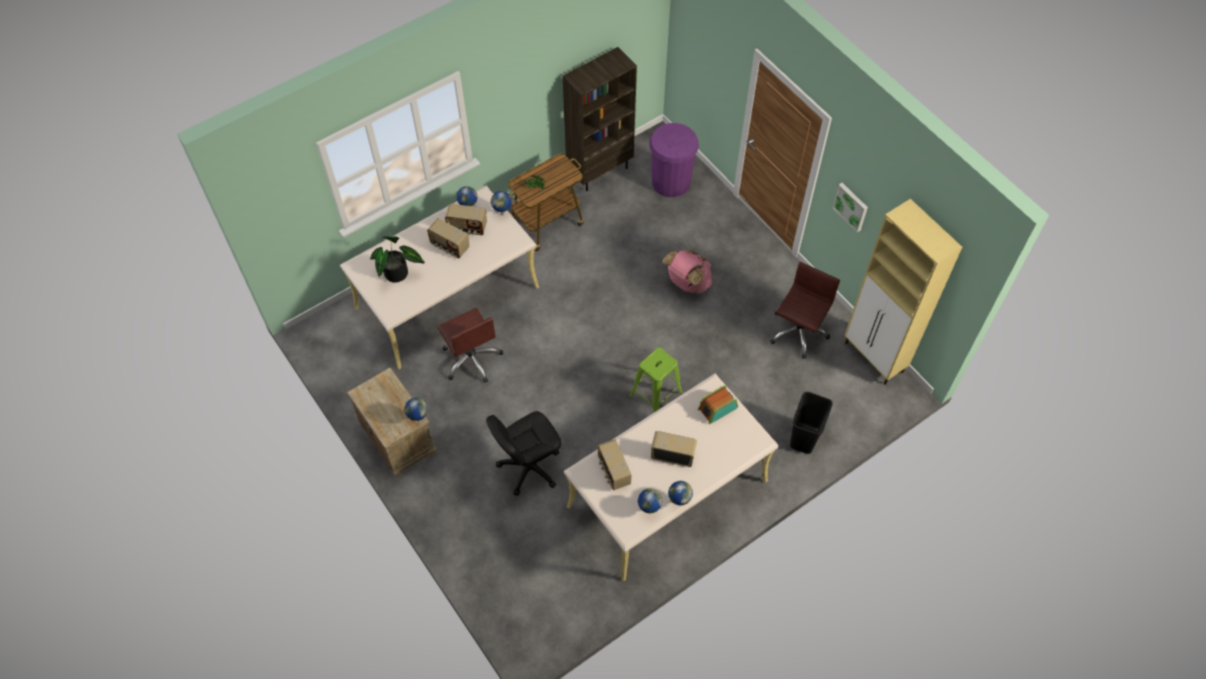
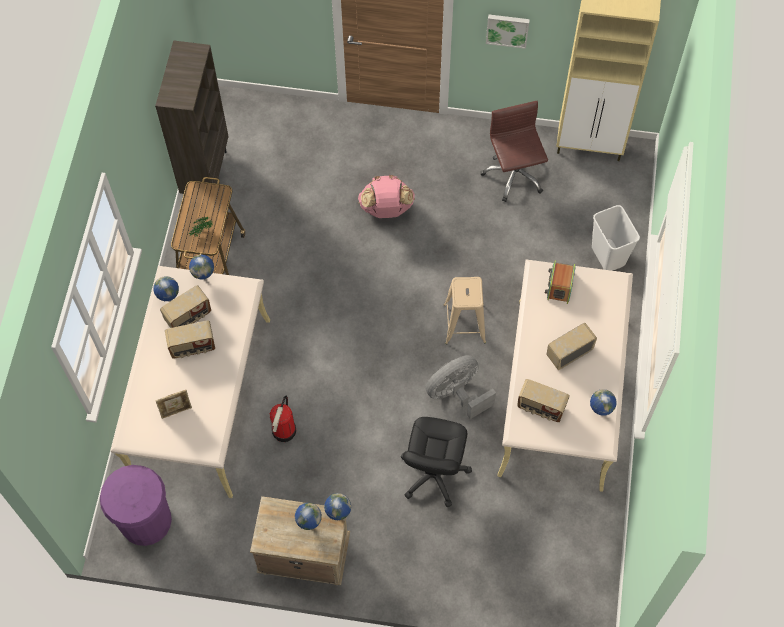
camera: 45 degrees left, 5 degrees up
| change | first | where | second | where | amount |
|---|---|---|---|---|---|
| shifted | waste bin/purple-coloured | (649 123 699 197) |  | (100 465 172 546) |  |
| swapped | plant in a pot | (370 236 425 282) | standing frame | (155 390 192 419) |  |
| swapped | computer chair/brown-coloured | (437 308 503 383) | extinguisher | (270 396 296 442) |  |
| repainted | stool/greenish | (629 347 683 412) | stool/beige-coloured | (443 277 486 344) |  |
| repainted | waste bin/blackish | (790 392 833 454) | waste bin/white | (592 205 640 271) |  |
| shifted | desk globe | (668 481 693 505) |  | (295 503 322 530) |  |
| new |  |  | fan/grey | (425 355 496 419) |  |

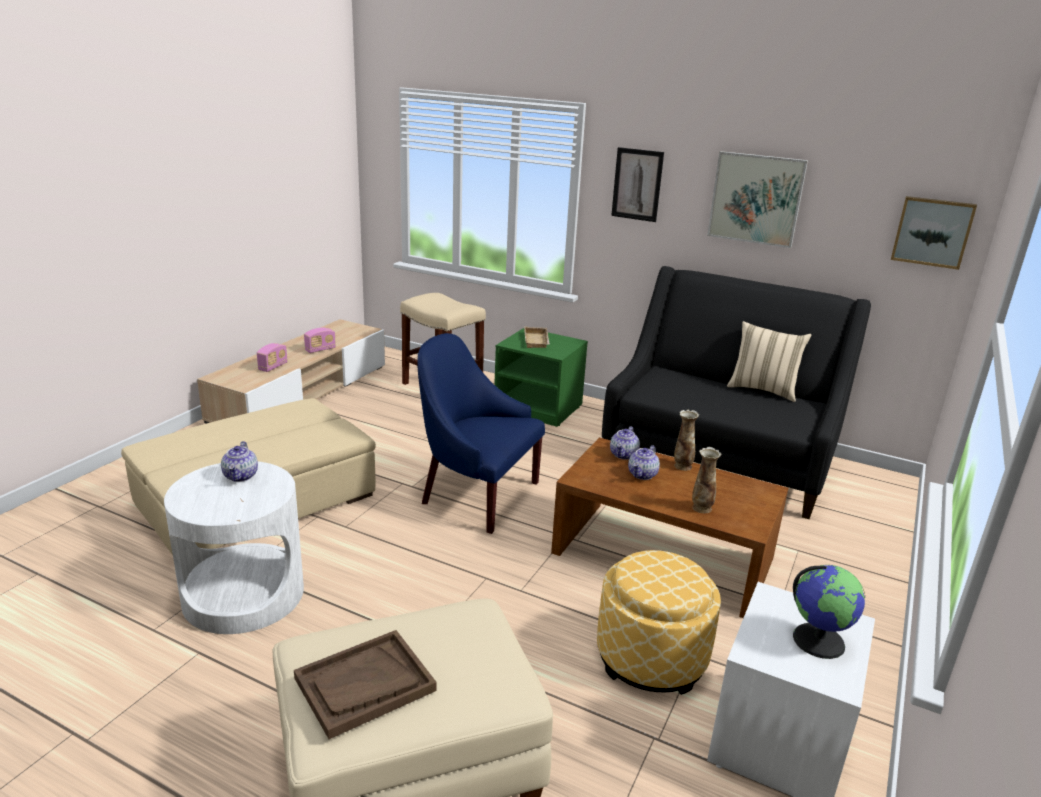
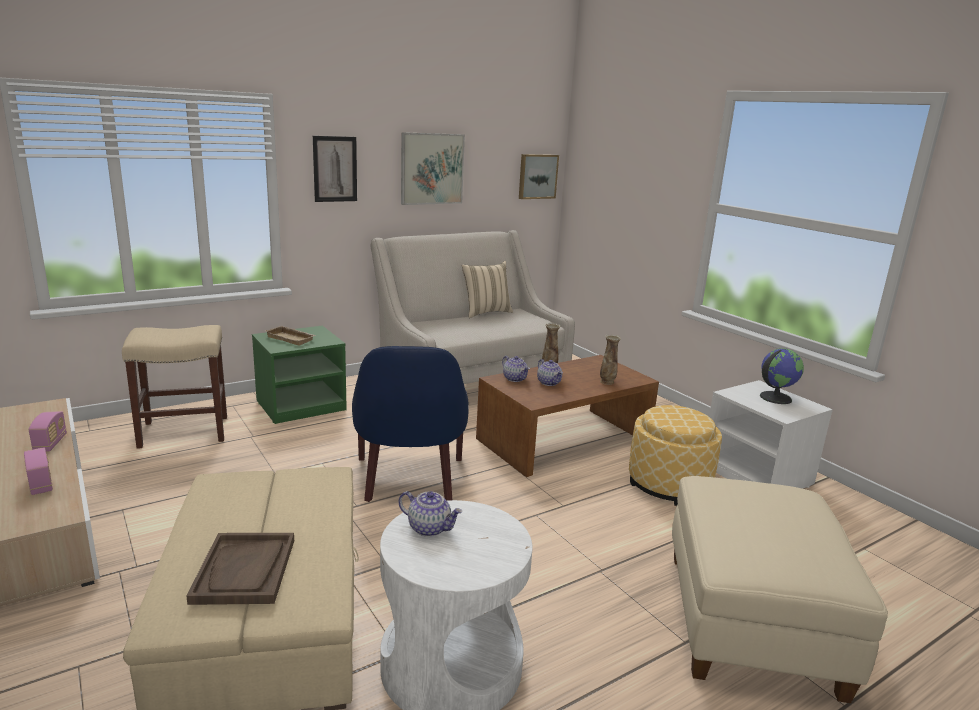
camera: 60 degrees left, 5 degrees down
| change | first | where | second | where | amount |
|---|---|---|---|---|---|
| repainted | settee/blackish | (602 266 871 519) | settee/beige-coloured | (371 230 575 384) |  |
| rotated | armchair/bluish | (418 333 545 534) |  | (352 346 469 502) | 60 degrees counterclockwise |
| shifted | serving tray/brown-coloured | (294 630 437 739) |  | (186 533 294 605) |  |

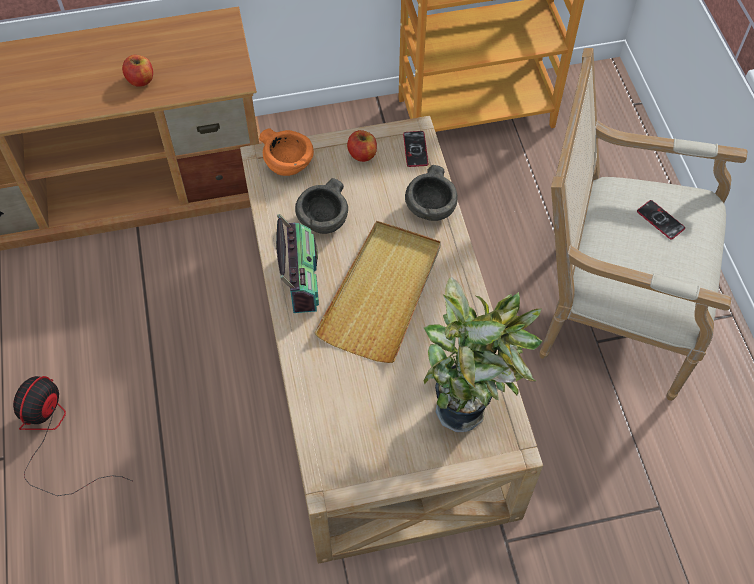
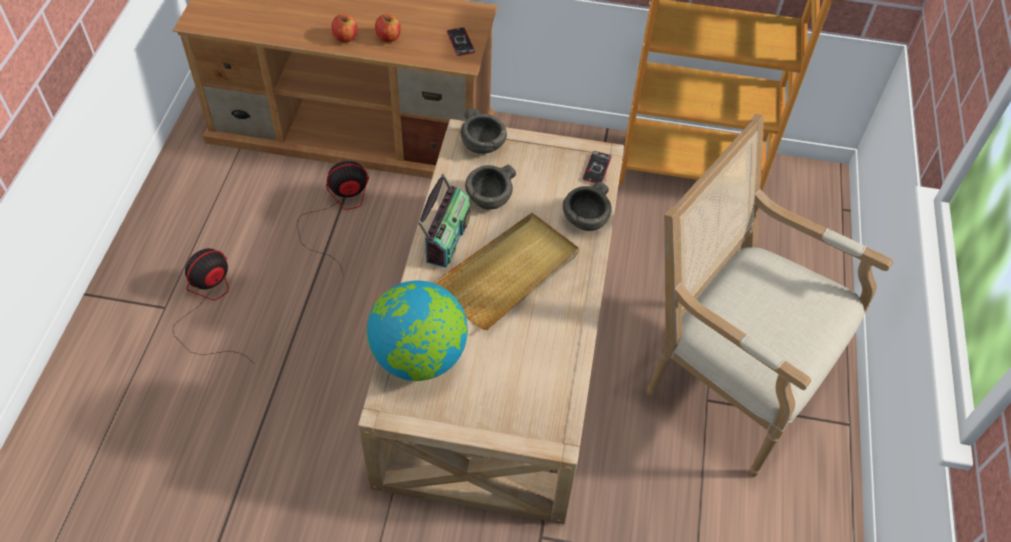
camera: 20 degrees right, 5 degrees down
| change | first | where | second | where | amount |
|---|---|---|---|---|---|
| repainted | bowl/orange | (259 128 314 176) | bowl/grey | (460 108 507 154) |  |
| shifted | apple | (347 130 377 162) |  | (332 14 357 43) |  |
| shifted | phone | (637 200 685 239) |  | (447 27 475 56) |  |
| gone | plant in a pot | (424 277 543 432) |  |  |  |
| new |  |  | fan | (297 161 369 276) |  |
| new |  |  | desk globe | (367 280 468 381) |  |

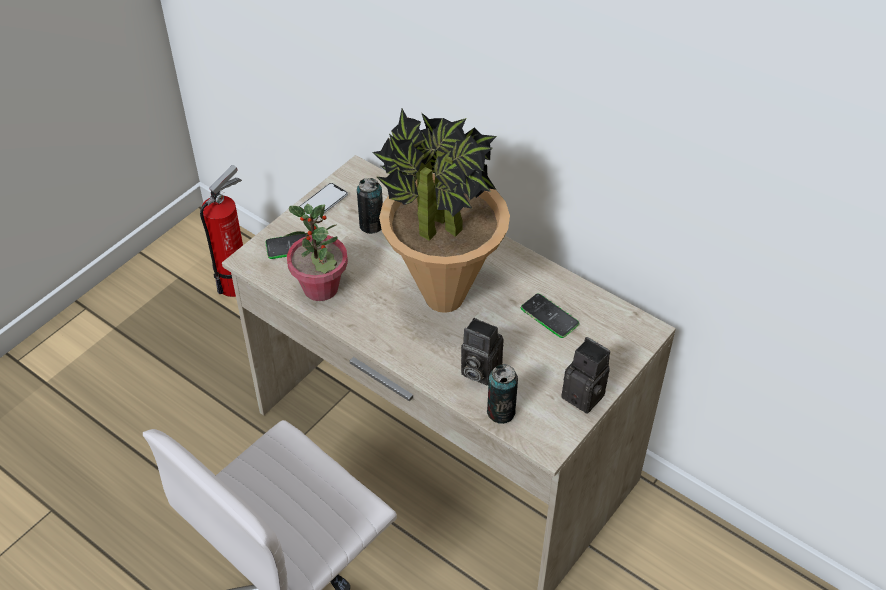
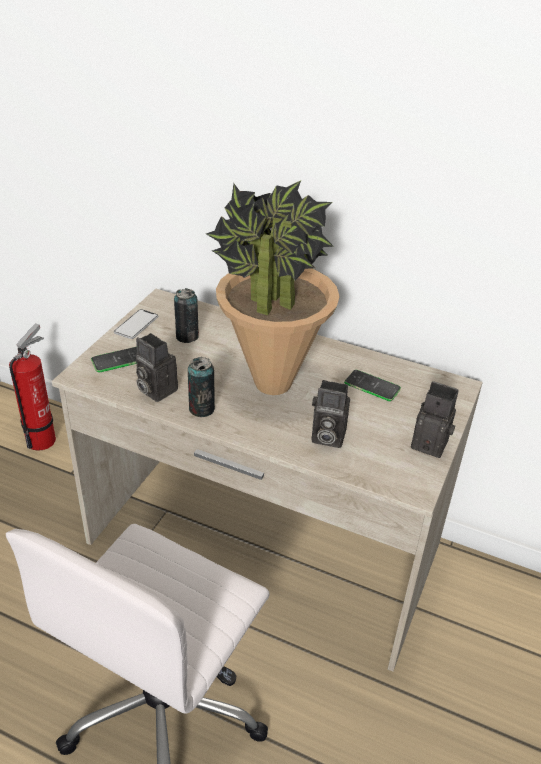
camera: 15 degrees left, 10 degrees down
| change | first | where | second | where | amount |
|---|---|---|---|---|---|
| swapped | plant in a pot | (285 204 348 301) | photo camera | (136 333 178 402) |  |
| shifted | metal can | (487 364 518 424) |  | (188 357 215 417) |  |

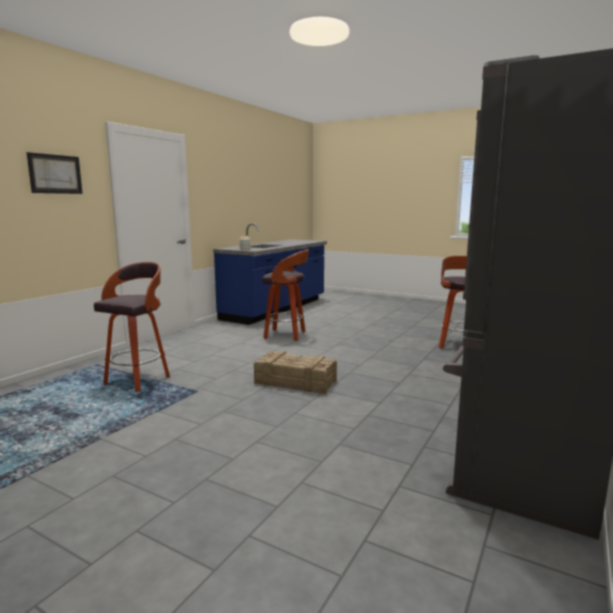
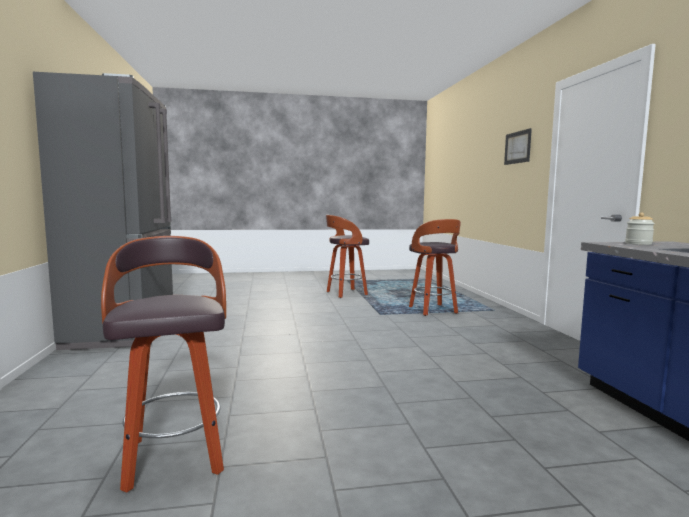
camera: 140 degrees right, 5 degrees down
| change | first | where | second | where | amount |
|---|---|---|---|---|---|
| shifted | stool | (262 249 309 341) |  | (326 215 369 298) |  |
| gone | crate | (254 351 337 395) |  |  |  |

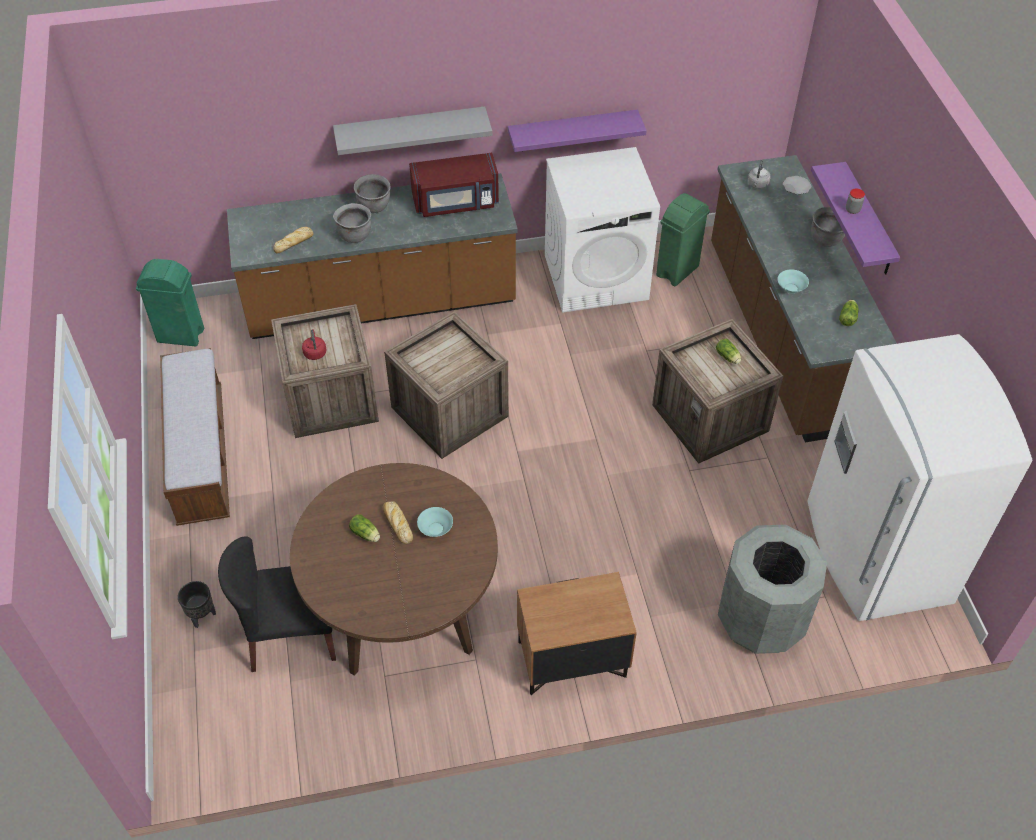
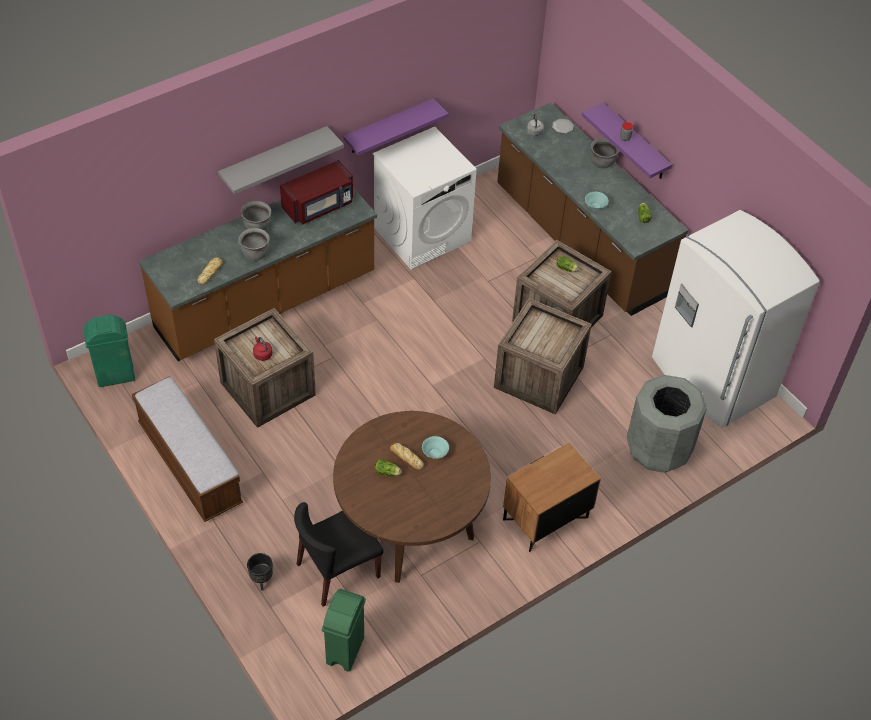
camera: 25 degrees left, 0 degrees up
| change | first | where | second | where | amount |
|---|---|---|---|---|---|
| shifted | waste bin/greenish | (656 193 710 286) |  | (322 589 366 672) |  |
| shifted | crate | (384 312 509 459) |  | (494 298 592 415) |  |

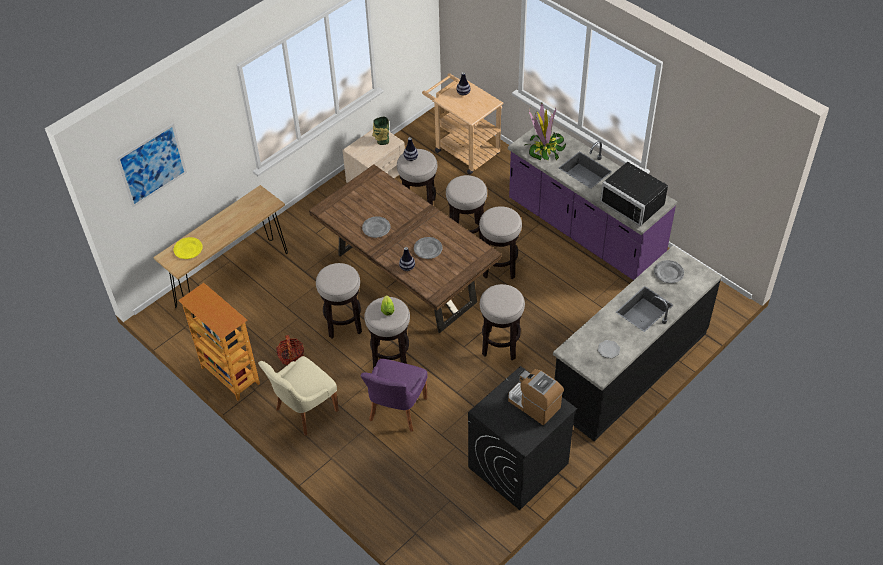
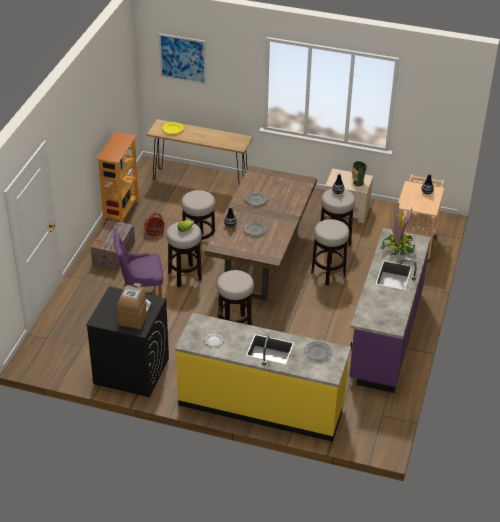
camera: 60 degrees right, 10 degrees down
| change | first | where | second | where | amount |
|---|---|---|---|---|---|
| gone | microwave oven/blackish | (600 161 668 226) |  |  |  |
| gone | stool | (479 206 522 279) |  |  |  |
| repainted | counter/blackish | (553 246 722 441) | counter/yellow-coloured | (175 313 351 442) |  |
| swapped | chair/beige-coloured | (258 356 339 435) | crate | (91 220 135 270) |  |

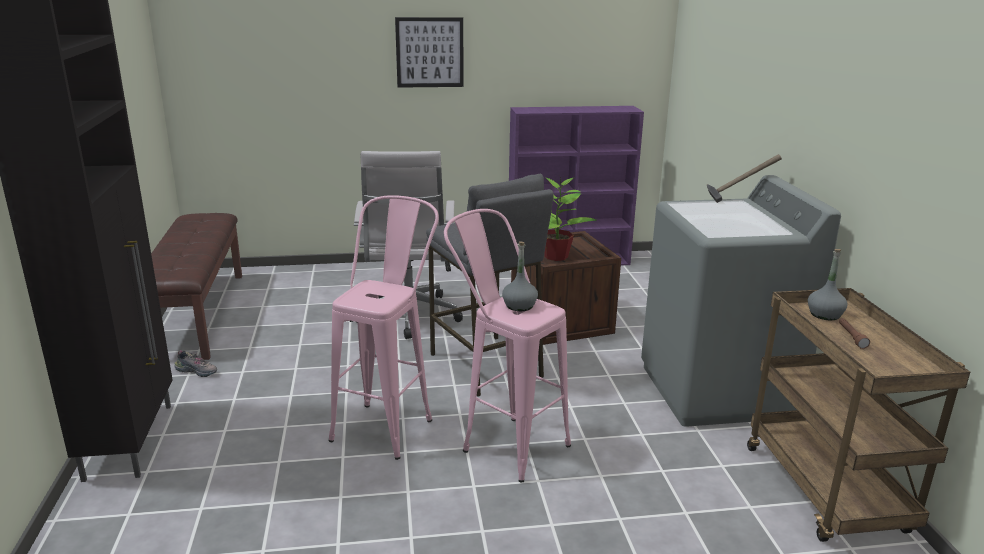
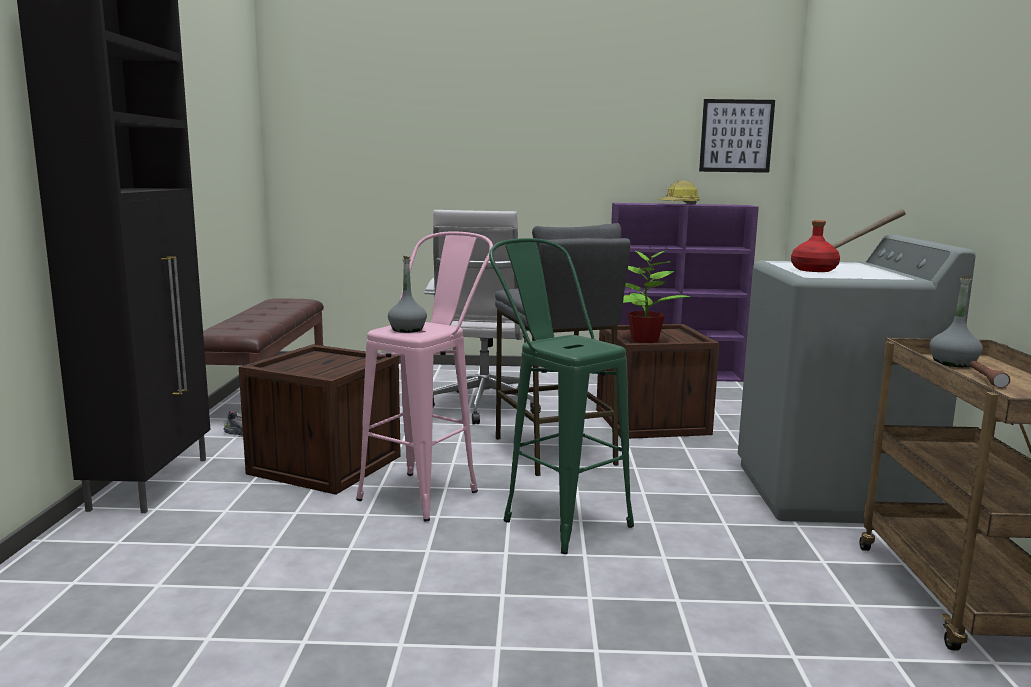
camera: 10 degrees right, 10 degrees down
| change | first | where | second | where | amount |
|---|---|---|---|---|---|
| shifted | wall picture | (395 17 463 88) |  | (699 99 775 173) |  |
| repainted | stool/pink | (444 209 571 482) | stool/greenish | (489 238 634 554) |  |
| shifted | drink bottle/grey | (502 241 538 311) |  | (388 256 427 333) |  |
| new |  |  | safety helmet | (658 181 700 204) |  |
| new |  |  | drink bottle/reddish | (791 220 840 272) |  |
| new |  |  | crate | (239 345 401 495) |  |

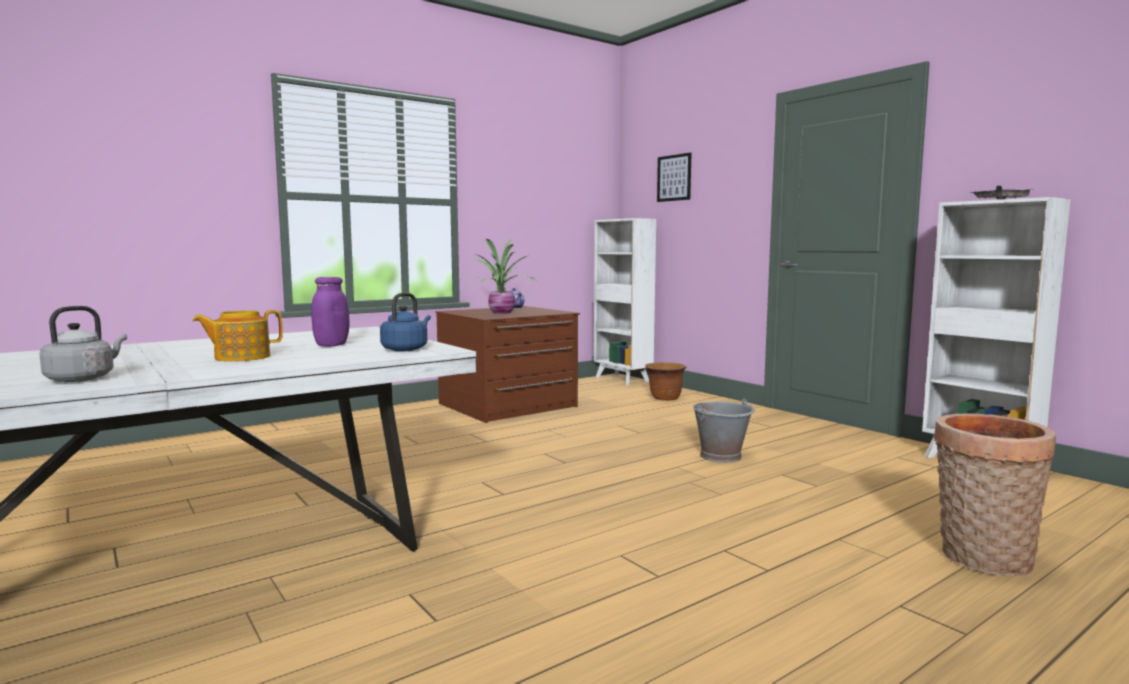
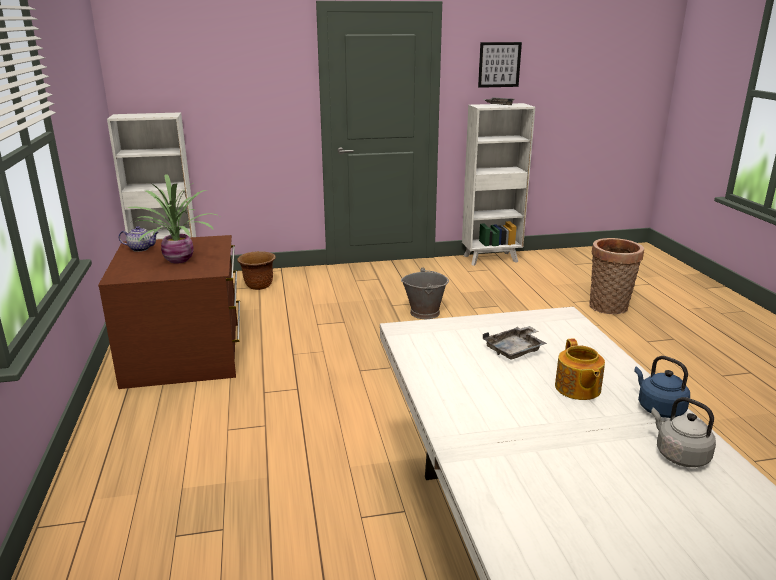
camera: 65 degrees left, 15 degrees up
| change | first | where | second | where | amount |
|---|---|---|---|---|---|
| shifted | wall picture | (657 153 691 202) |  | (478 42 522 88) |  |
| swapped | jar/purple-coloured | (311 277 350 346) | serving tray/grey | (483 326 547 359) |  |
| shifted | tea kettle/bluish | (380 293 431 351) |  | (634 356 690 418) |  |

